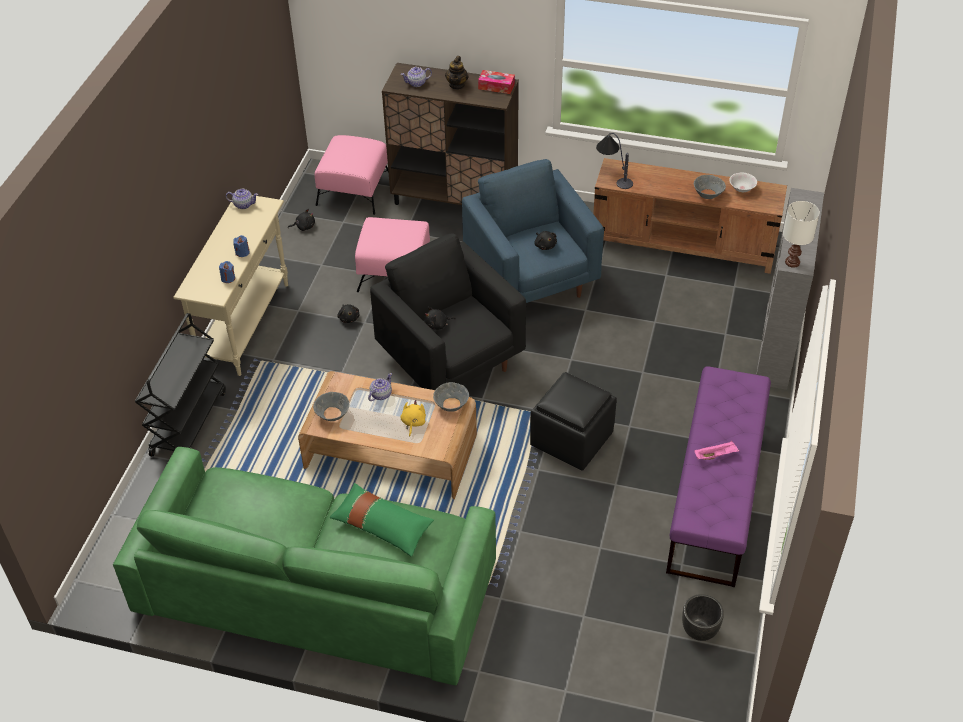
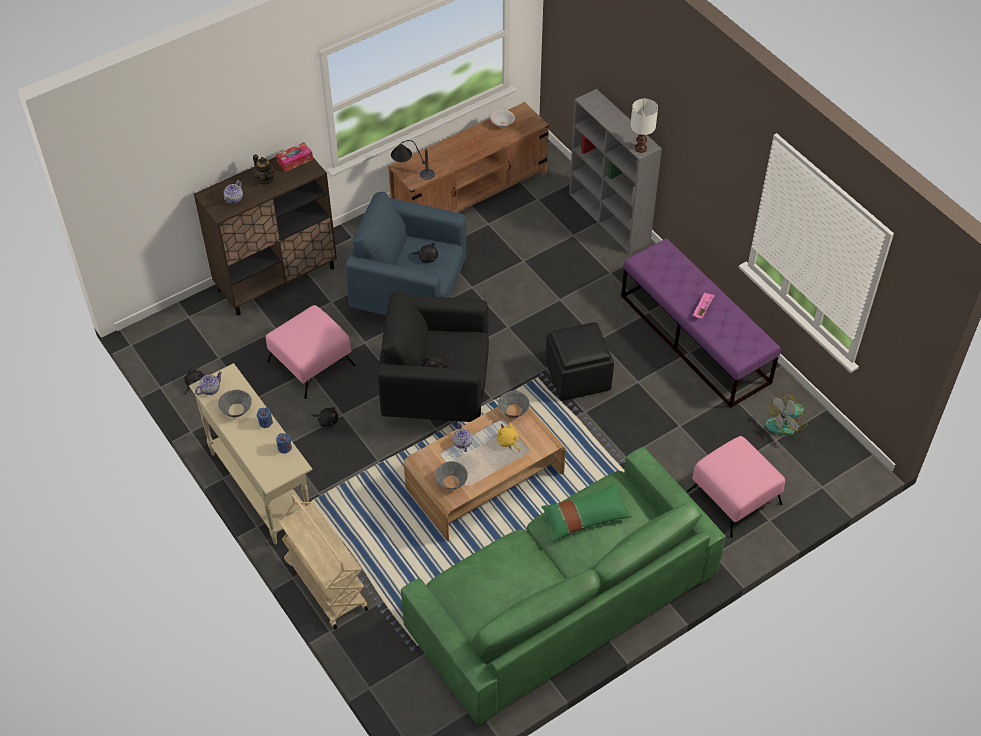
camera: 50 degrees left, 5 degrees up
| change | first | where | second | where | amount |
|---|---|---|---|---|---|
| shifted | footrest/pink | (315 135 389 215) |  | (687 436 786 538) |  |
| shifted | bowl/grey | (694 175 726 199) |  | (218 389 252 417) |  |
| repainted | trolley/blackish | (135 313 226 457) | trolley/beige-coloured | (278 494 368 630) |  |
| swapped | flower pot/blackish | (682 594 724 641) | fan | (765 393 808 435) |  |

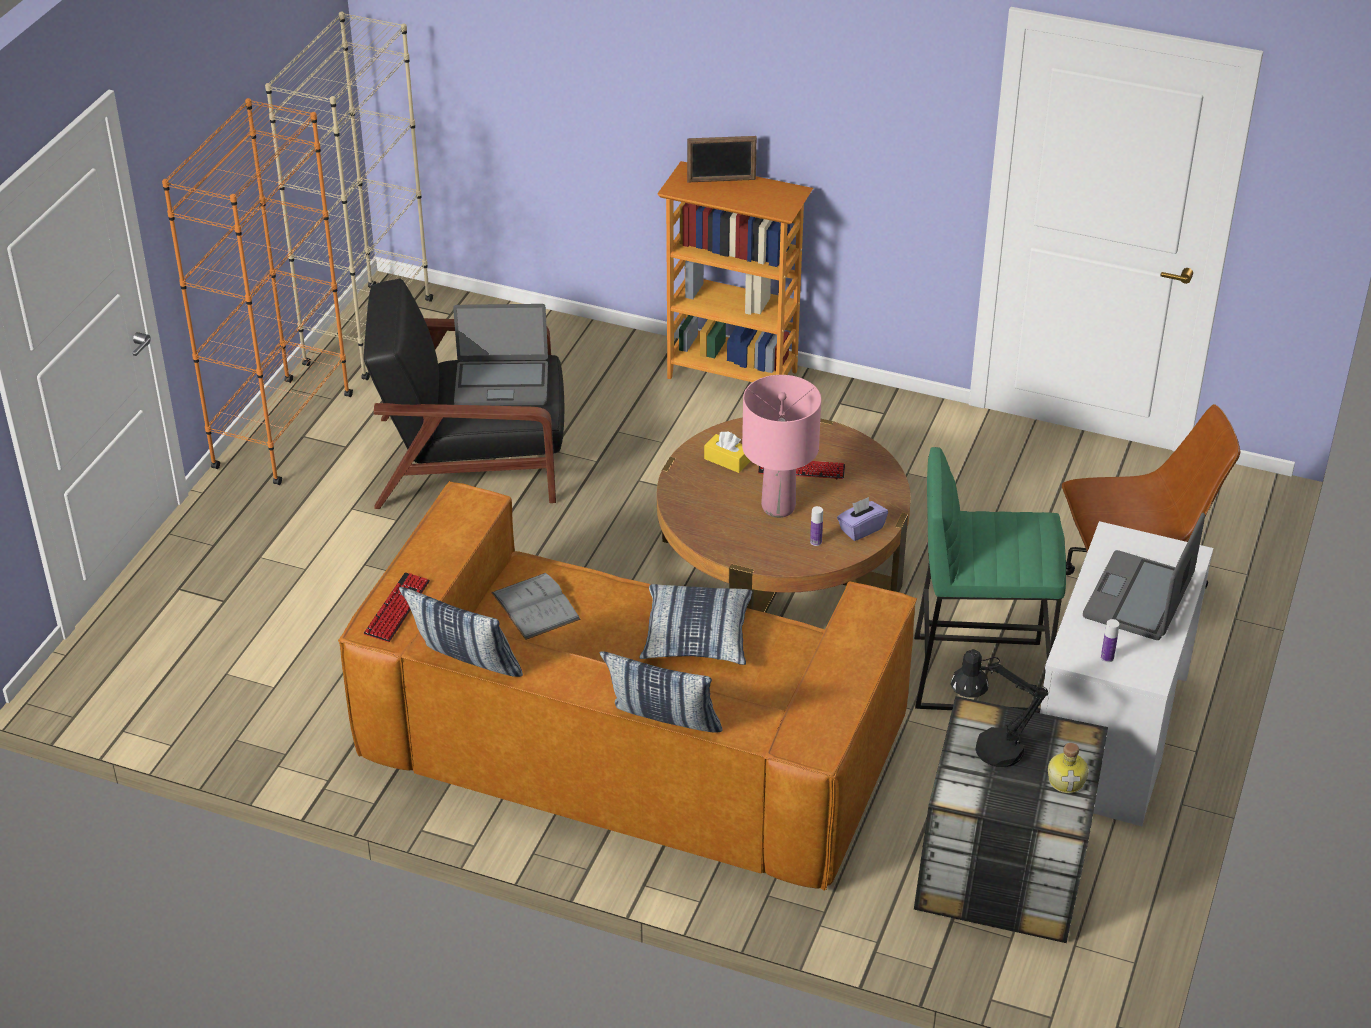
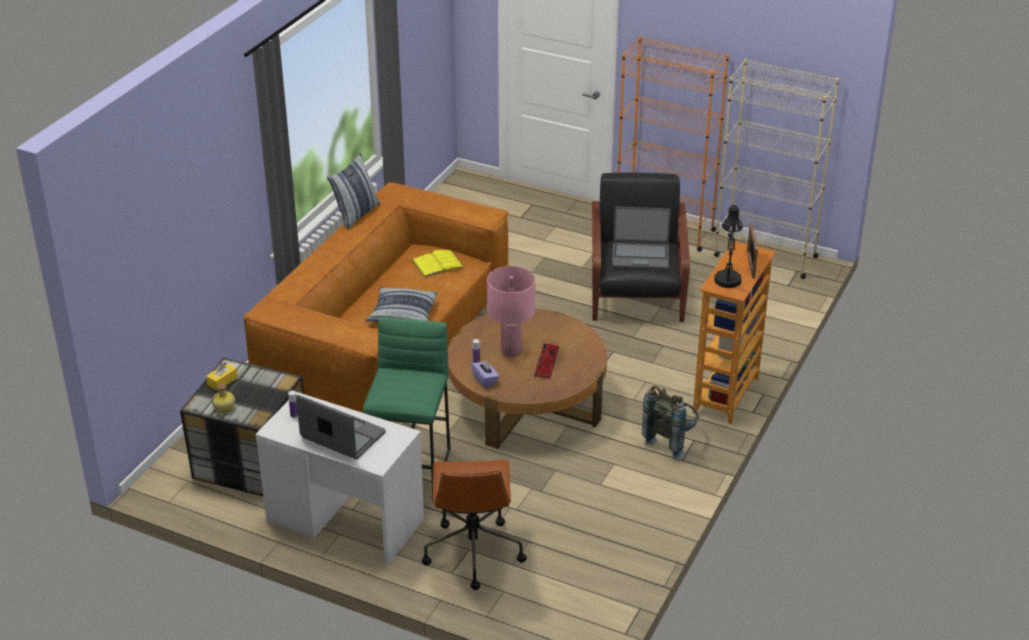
camera: 95 degrees right, 5 degrees down
| change | first | where | second | where | amount |
|---|---|---|---|---|---|
| rotated | laptop | (453 304 548 406) |  | (612 207 671 270) | 90 degrees counterclockwise |
| shifted | box of tissues/yellow-coloured | (704 431 750 473) |  | (206 362 238 391) |  |
| gone | keyboard | (364 572 430 642) |  |  |  |
| repainted | bound book/grey | (491 573 581 640) | bound book/yellow-coloured | (412 250 464 277) |  |
| shifted | tabletop lamp/blackish | (951 649 1048 767) |  | (714 205 743 288) |  |
| gone | pillow | (600 651 723 733) |  |  |  |
| new |  |  | rucksack/grey | (642 386 699 459) |  |

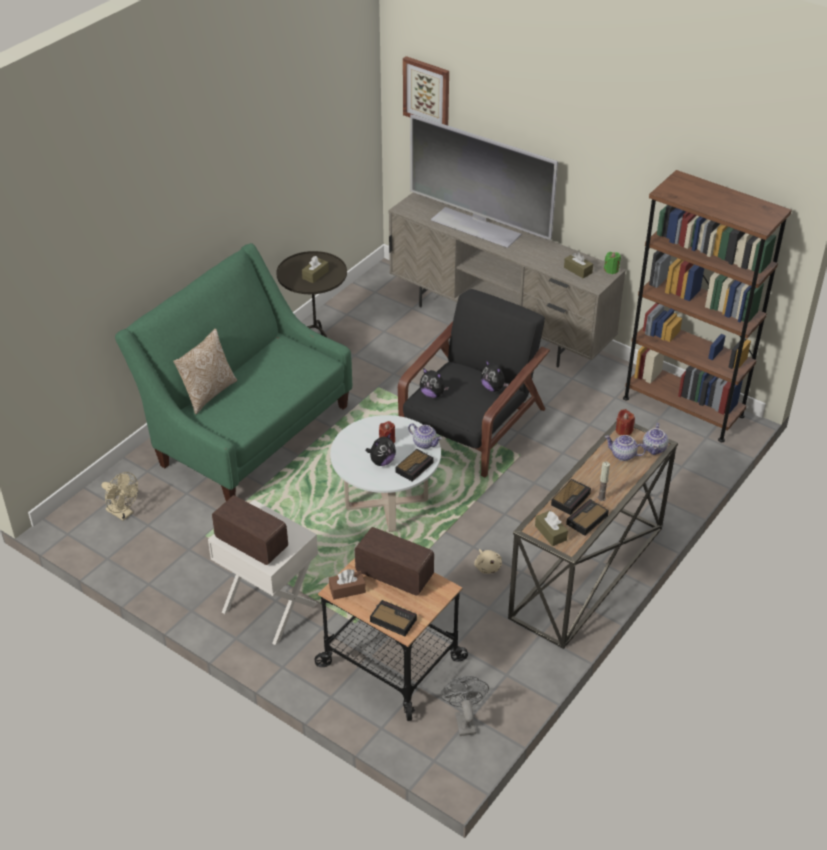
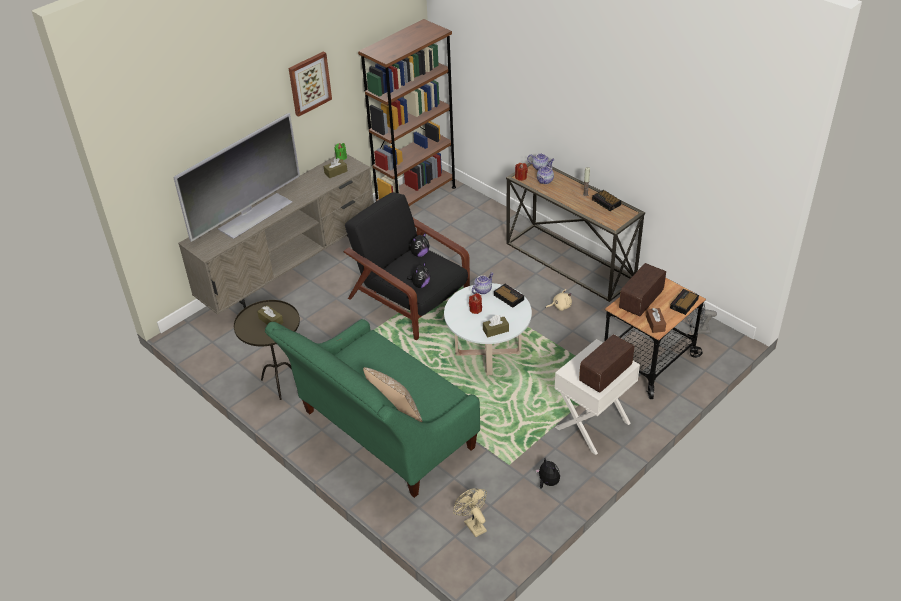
camera: 80 degrees left, 0 degrees up
| change | first | where | second | where | amount |
|---|---|---|---|---|---|
| shifted | wall picture | (403 56 449 126) |  | (289 51 332 117) |  |
| shifted | cuddly toy | (365 433 396 466) |  | (535 458 560 489) |  |
| rotated | fan/beige-coloured | (101 472 138 521) |  | (453 488 487 537) | 75 degrees counterclockwise |
| gone | alarm clock | (551 479 591 515) |  |  |  |
| shifted | box of tissues/brown-coloured | (535 511 568 546) |  | (483 315 509 338) |  |

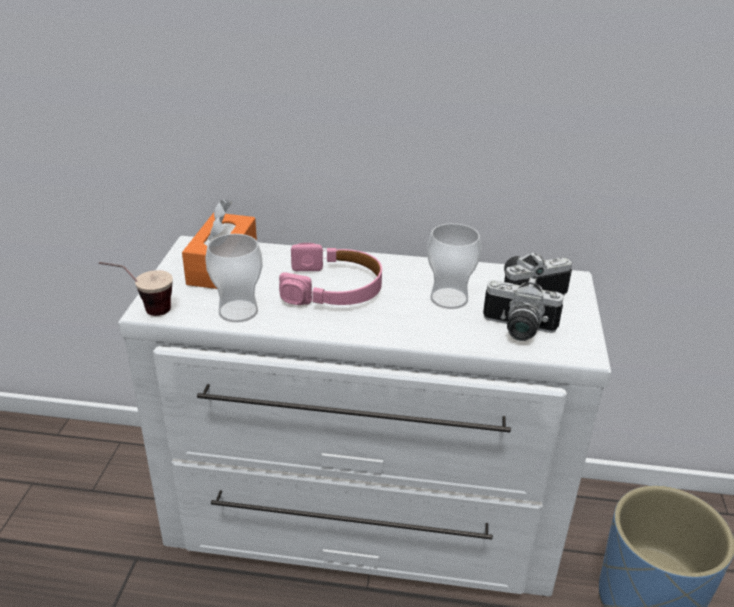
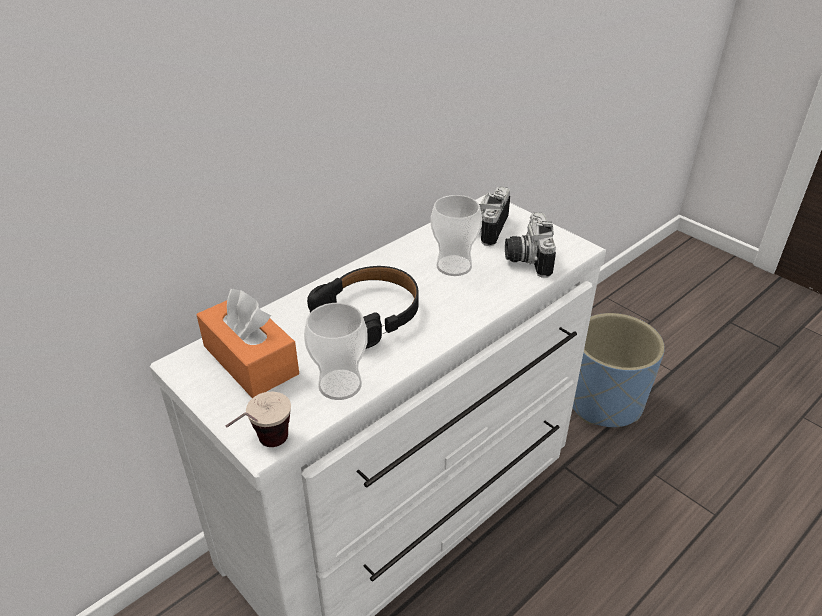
camera: 50 degrees left, 5 degrees up
| change | first | where | second | where | amount |
|---|---|---|---|---|---|
| repainted | pair of headphones/pink | (279 243 382 305) | pair of headphones/blackish | (307 266 419 349) |  |
| rotated | photo camera | (483 277 564 341) |  | (505 212 556 278) | 120 degrees clockwise |

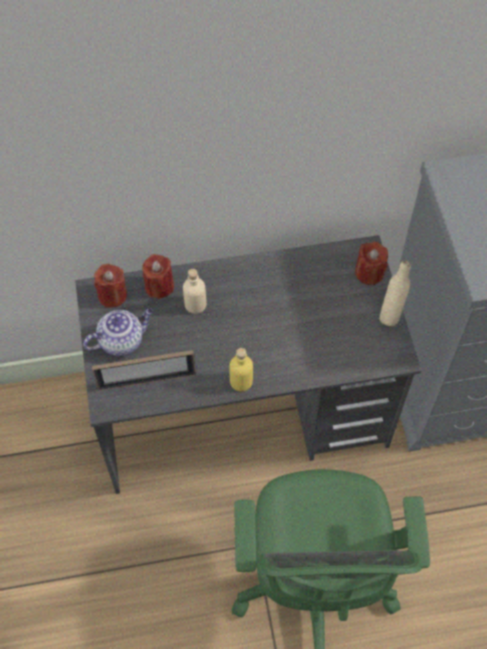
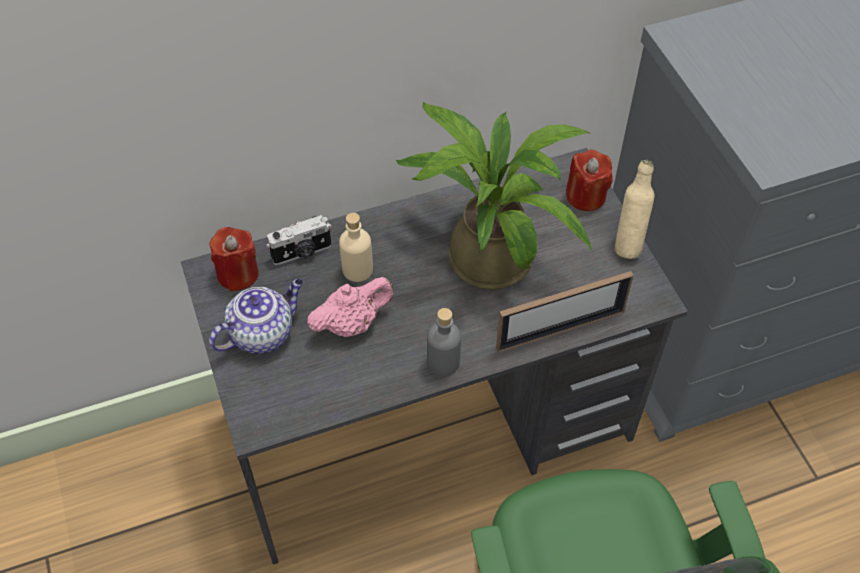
camera: 10 degrees left, 5 degrees down
| change | first | where | second | where | amount |
|---|---|---|---|---|---|
| swapped | candle/reddish | (142 254 174 298) | photo camera | (266 215 332 265) |  |
| repainted | drink bottle/yellow-coloured | (229 348 253 391) | drink bottle/grey | (427 308 461 376) |  |
| shifted | standing frame | (92 350 196 391) |  | (496 271 634 352) |  |
| new |  |  | plant in a pot | (396 101 592 289) |  |
| new |  |  | tea pot/pink | (307 277 394 337) |  |

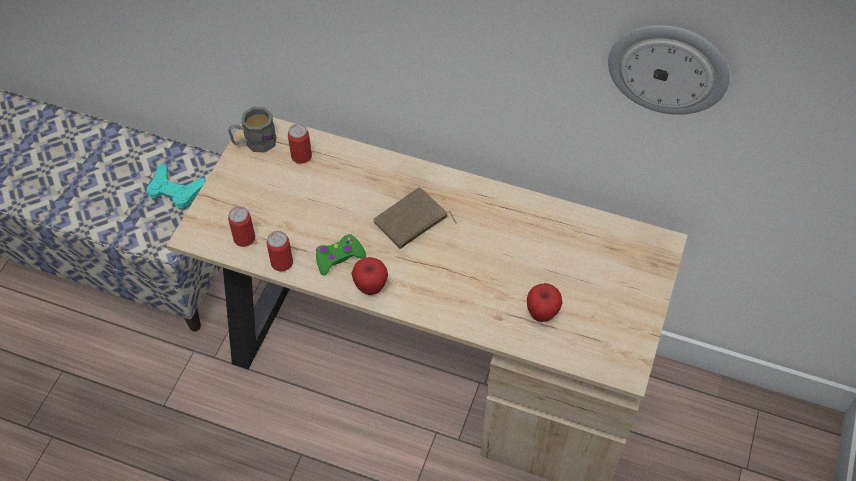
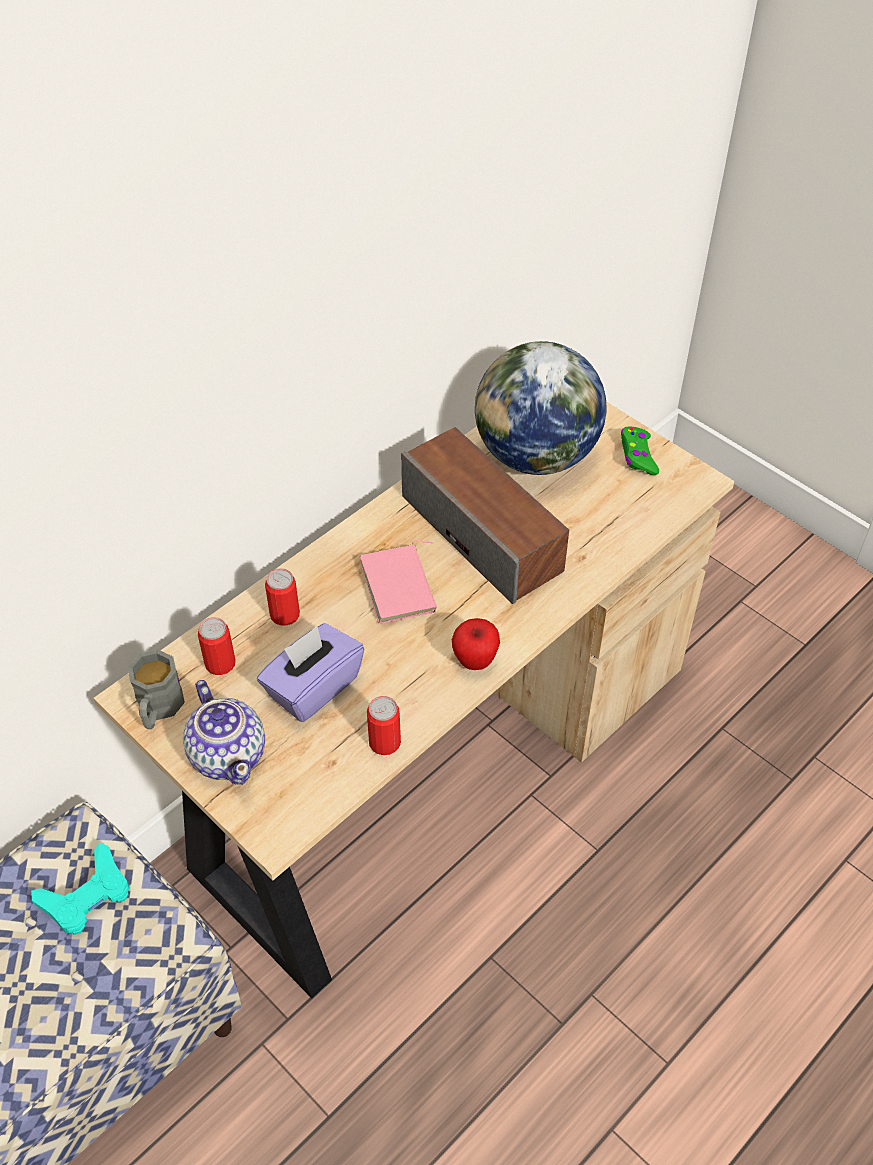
camera: 65 degrees left, 5 degrees down
| change | first | where | second | where | amount |
|---|---|---|---|---|---|
| gone | wall clock | (608 25 730 115) |  |  |  |
| repainted | bound book/brown-coloured | (373 187 457 249) | bound book/pink | (360 541 437 624) |  |
| shifted | metal can | (228 206 255 247) |  | (265 568 300 626) |  |
| shifted | gamepad/greenish | (316 234 366 275) |  | (621 427 659 475) |  |
| gone | apple | (527 283 563 322) |  |  |  |
| new |  |  | desk globe | (475 341 606 475) |  |
| new |  |  | loudspeaker | (401 427 569 604) |  |
| new |  |  | box of tissues/purple-coloured | (257 623 364 722) |  |
| new |  |  | tea pot | (183 680 265 785) |  |

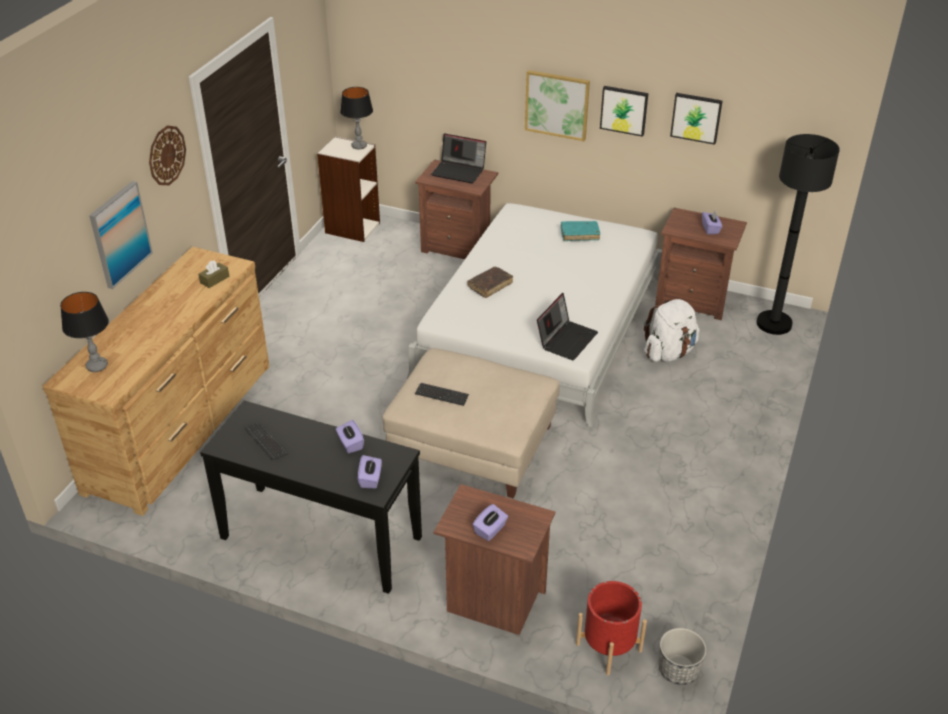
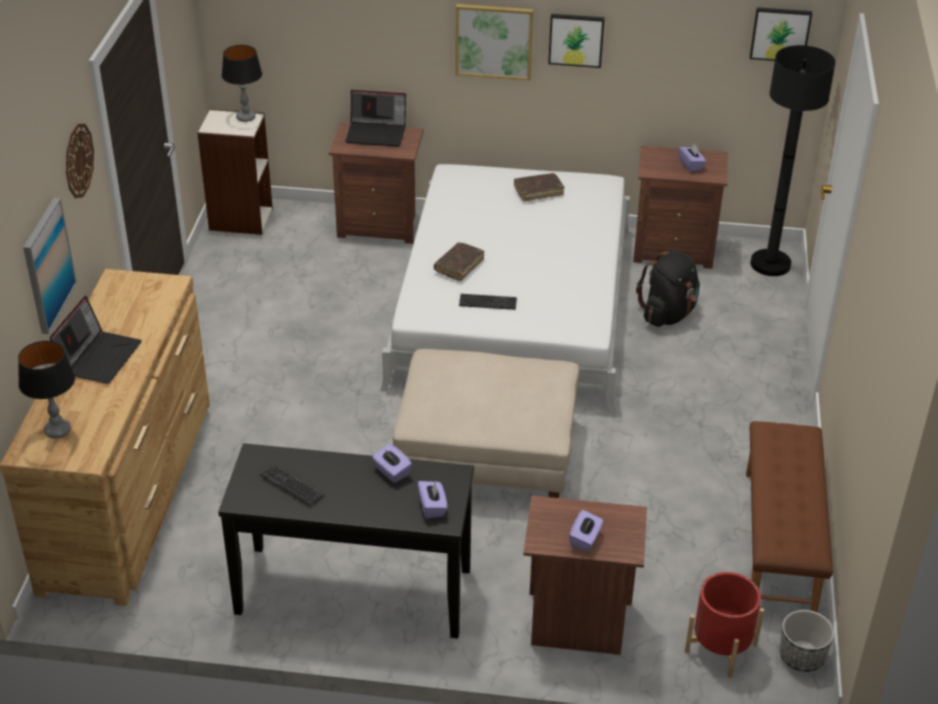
camera: 15 degrees left, 0 degrees up
| change | first | where | second | where | amount |
|---|---|---|---|---|---|
| shifted | wall picture | (670 93 722 145) |  | (750 7 812 61) |  |
| repainted | bound book/turquoise-coloured | (561 221 600 241) | bound book/brown-coloured | (514 173 565 202) |  |
| gone | box of tissues/brown-coloured | (198 260 229 288) |  |  |  |
| shifted | laptop | (537 293 598 360) |  | (50 296 142 384) |  |
| repainted | rucksack/white | (644 299 700 362) | rucksack/blackish | (636 251 700 327) |  |
| shifted | keyboard | (415 383 469 406) |  | (459 294 517 310) |  |
| new |  |  | long seat/brown-coloured | (746 421 833 612) |  |

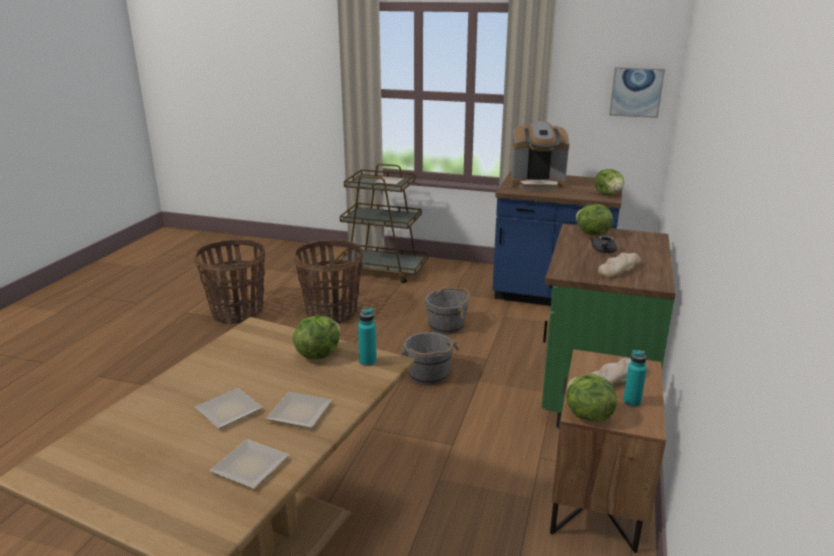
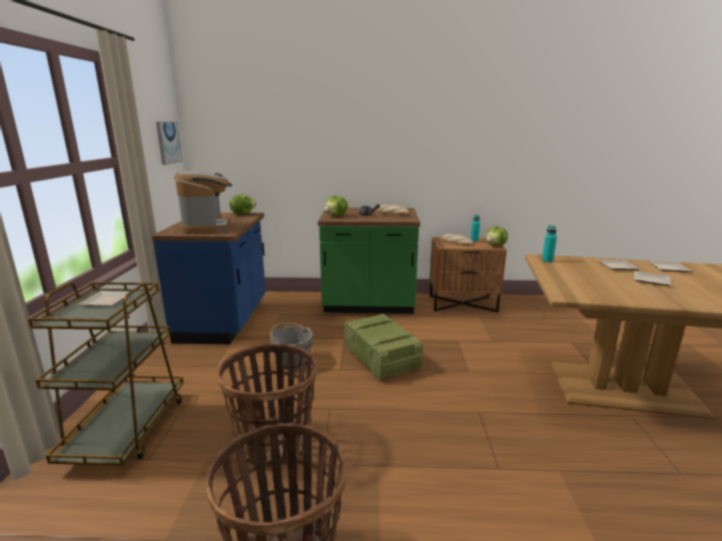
camera: 105 degrees left, 5 degrees down
| change | first | where | second | where | amount |
|---|---|---|---|---|---|
| gone | head of lettuce | (292 316 340 359) |  |  |  |
| swapped | water bucket/grey | (399 332 459 385) | crate | (344 314 423 379) |  |

